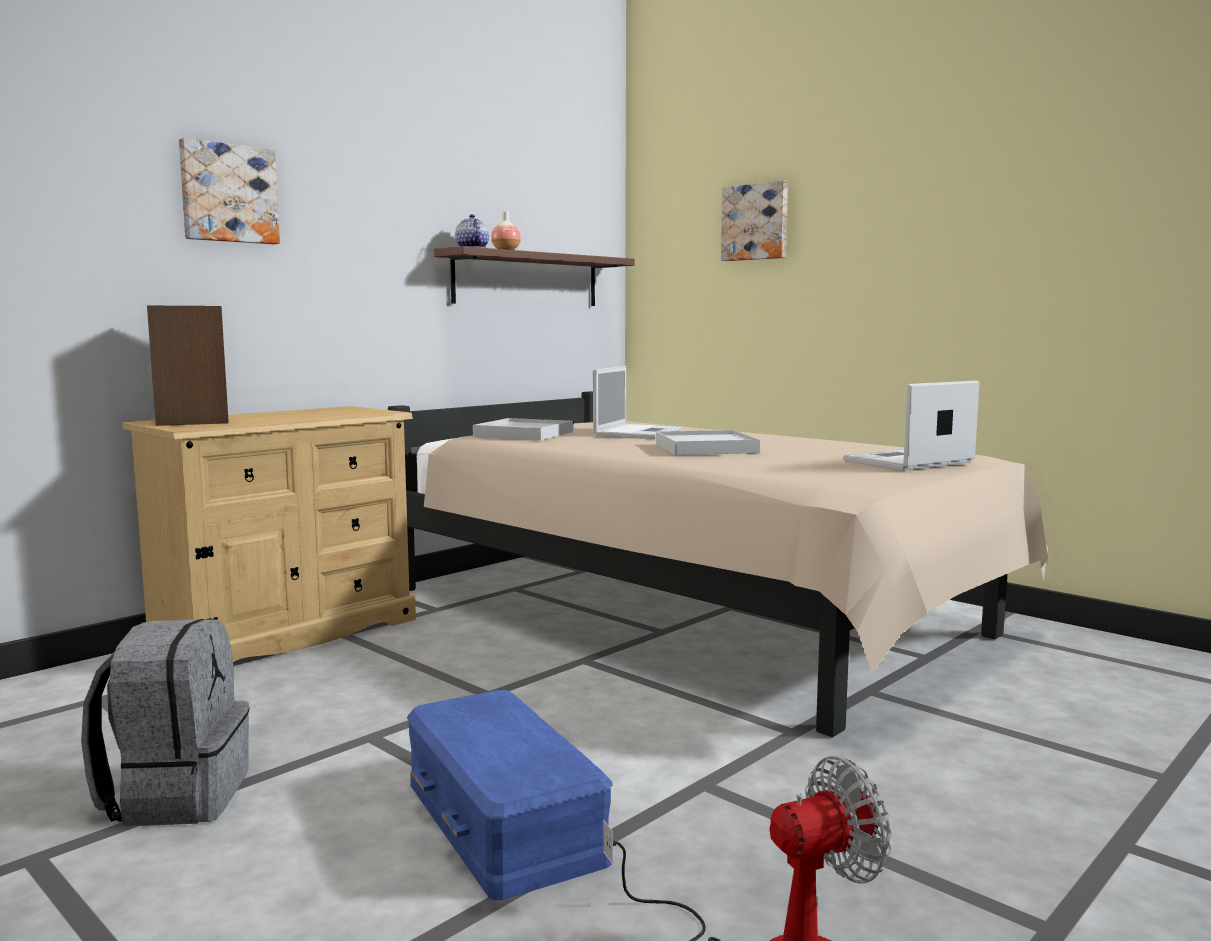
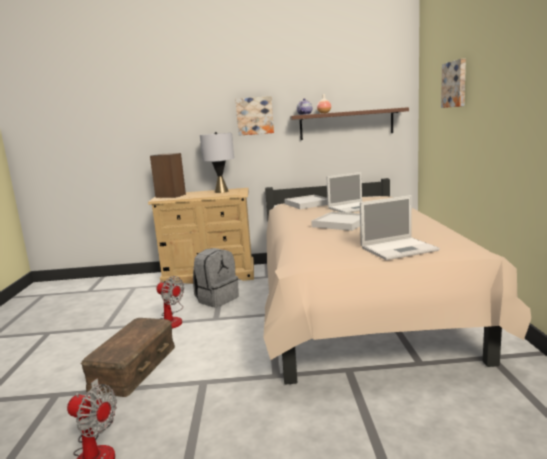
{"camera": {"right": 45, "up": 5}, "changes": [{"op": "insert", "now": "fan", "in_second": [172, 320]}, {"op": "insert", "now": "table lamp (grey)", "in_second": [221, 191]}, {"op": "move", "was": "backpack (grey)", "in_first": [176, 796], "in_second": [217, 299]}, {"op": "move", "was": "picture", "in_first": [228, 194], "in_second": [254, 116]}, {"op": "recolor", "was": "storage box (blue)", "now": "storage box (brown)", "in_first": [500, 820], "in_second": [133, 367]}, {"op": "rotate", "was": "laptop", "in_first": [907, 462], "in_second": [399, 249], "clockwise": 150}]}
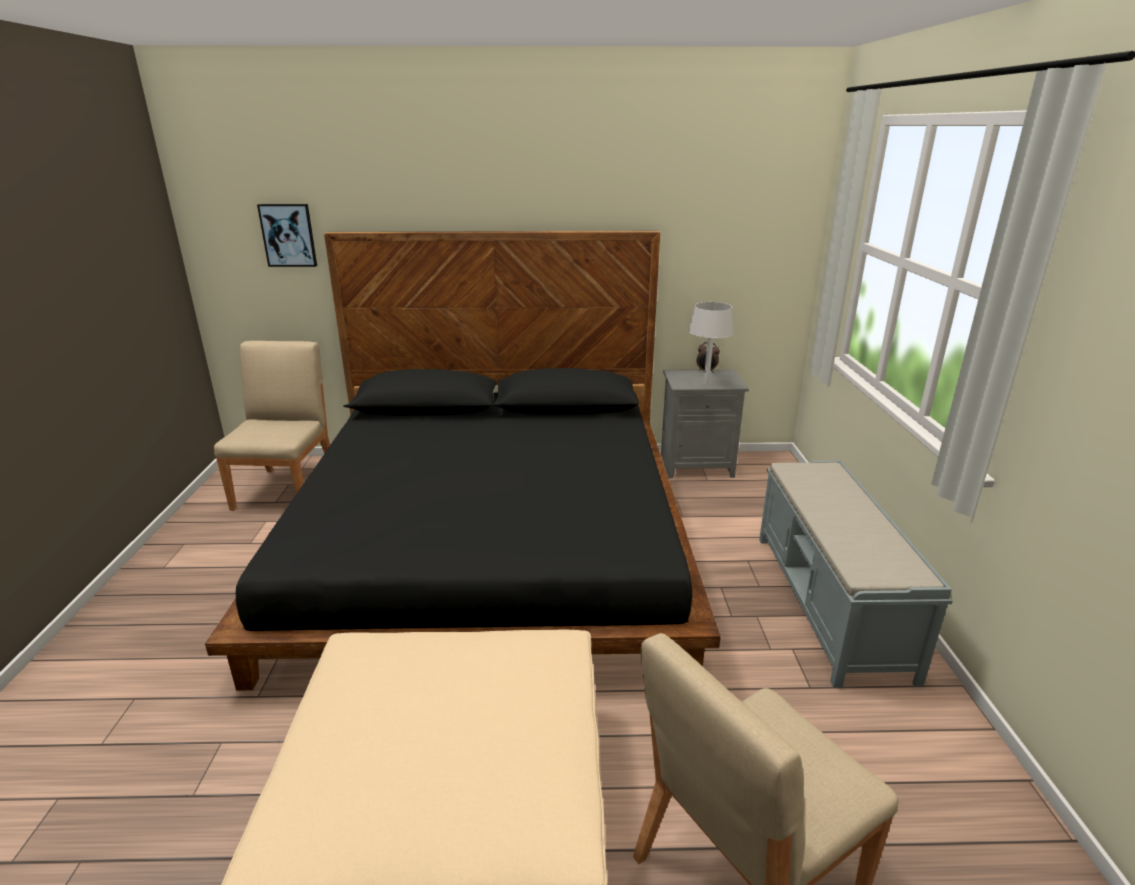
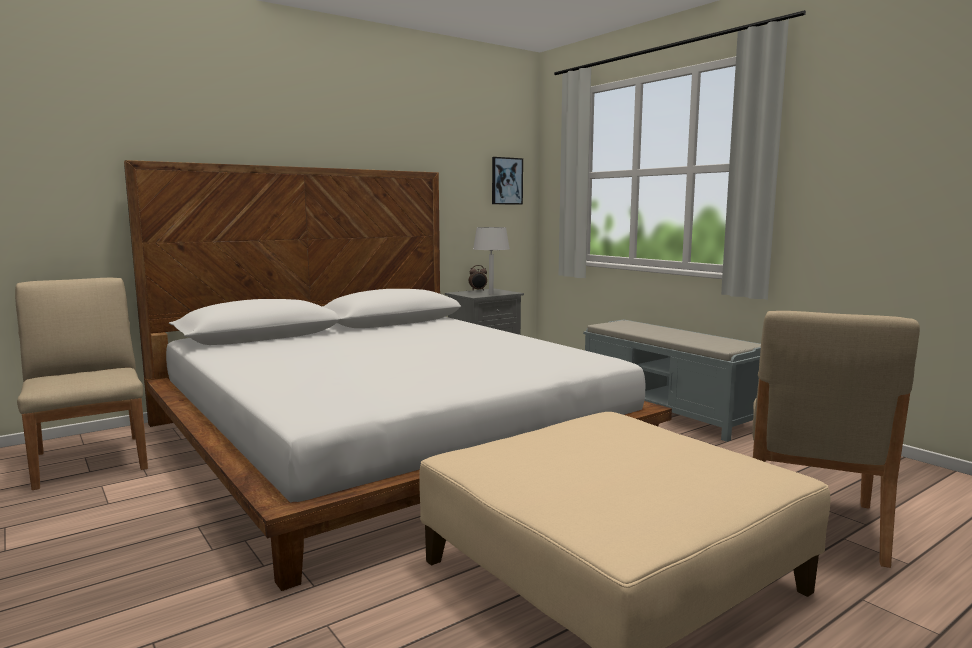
{"camera": {"right": -35, "up": -15}, "changes": [{"op": "move", "was": "picture", "in_first": [288, 235], "in_second": [506, 181]}, {"op": "recolor", "was": "bed (black)", "now": "bed (white)", "in_first": [491, 543], "in_second": [387, 441]}]}
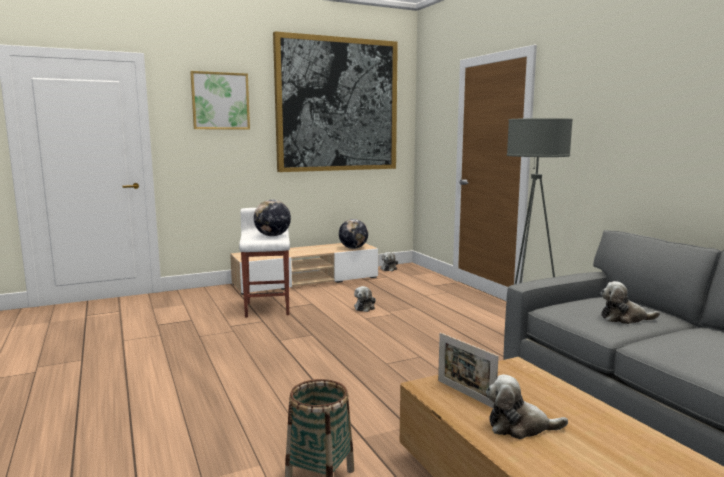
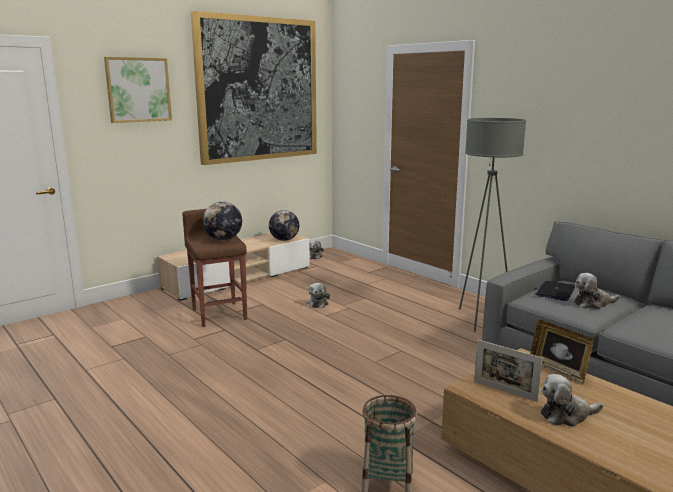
{"camera": {"right": -15, "up": 5}, "changes": [{"op": "insert", "now": "picture frame", "in_second": [558, 371]}, {"op": "insert", "now": "laptop", "in_second": [555, 292]}, {"op": "recolor", "was": "stool (white)", "now": "stool (brown)", "in_first": [267, 308], "in_second": [219, 314]}]}
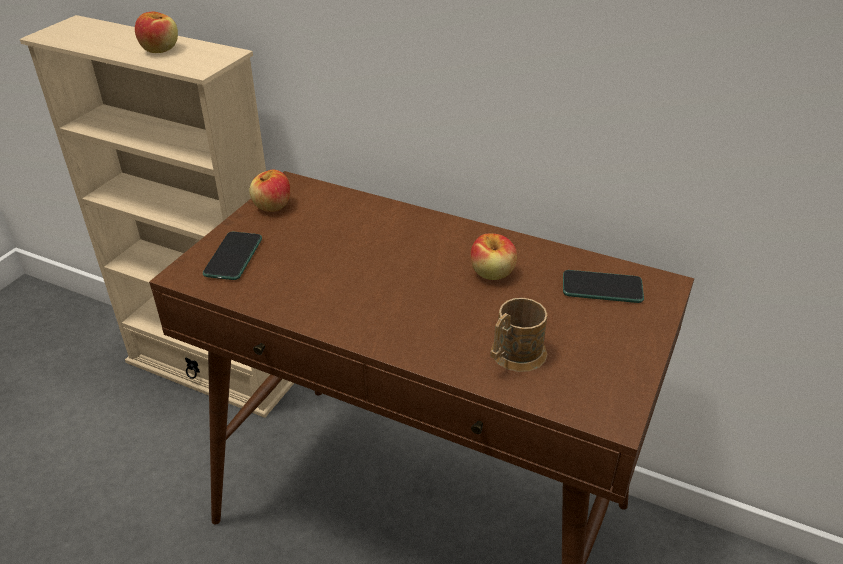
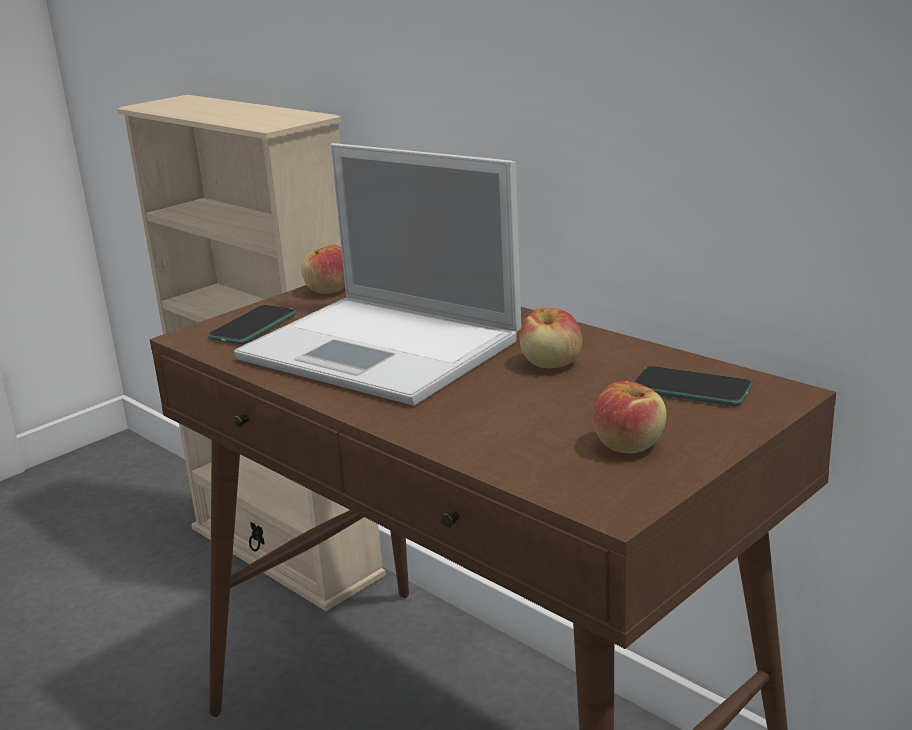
{"camera": {"right": 20, "up": -15}, "changes": [{"op": "delete", "was": "mug (brown)", "in_first": [513, 356]}, {"op": "insert", "now": "laptop", "in_second": [384, 350]}, {"op": "move", "was": "apple", "in_first": [160, 49], "in_second": [629, 444]}]}
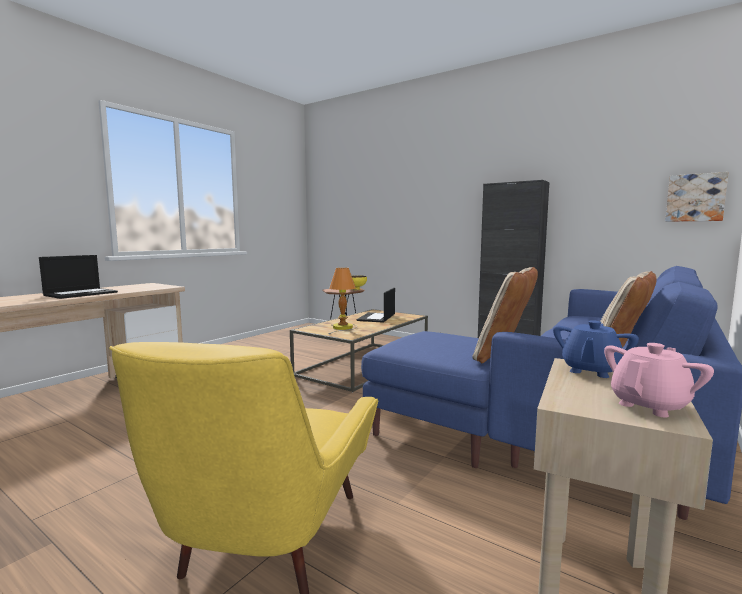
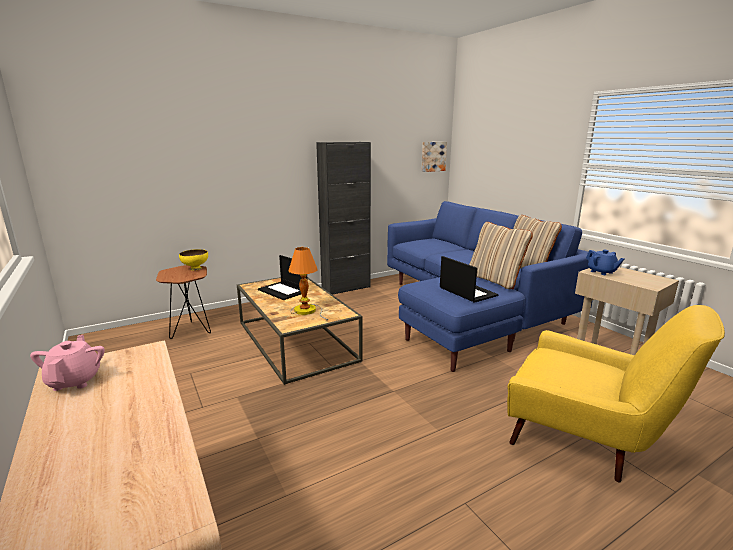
{"camera": {"right": -65, "up": 10}, "changes": [{"op": "move", "was": "laptop", "in_first": [81, 293], "in_second": [467, 292]}, {"op": "move", "was": "teapot (pink)", "in_first": [650, 405], "in_second": [75, 381]}]}
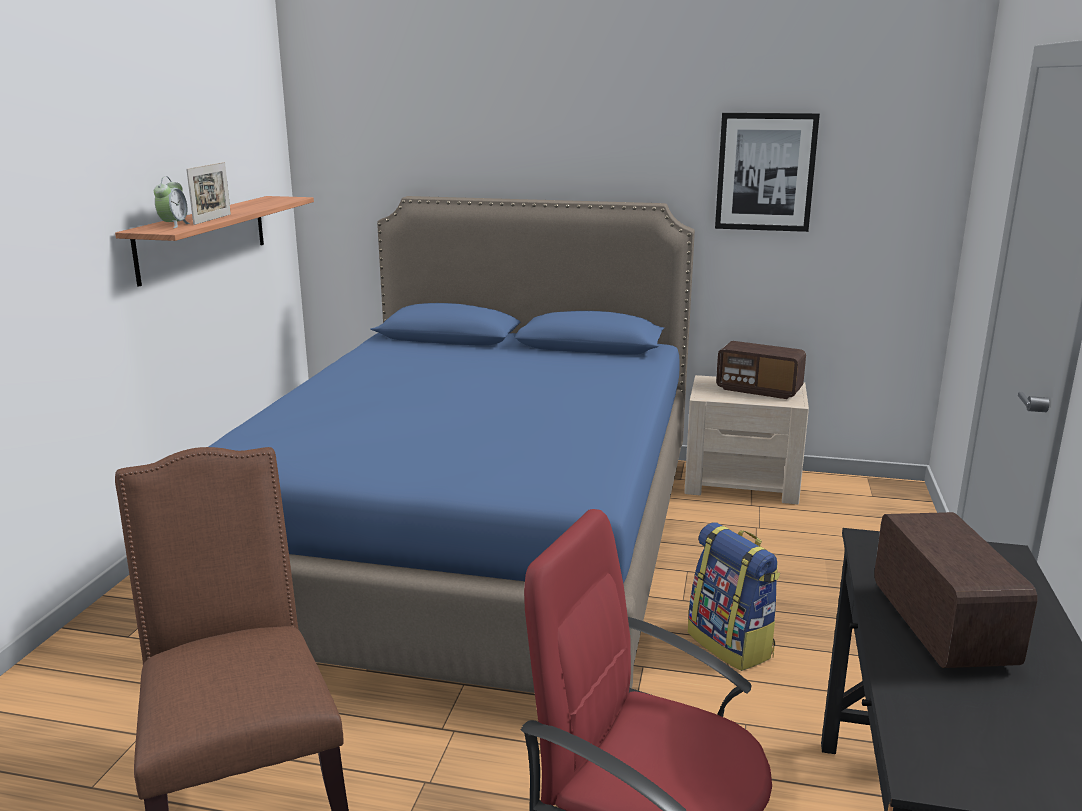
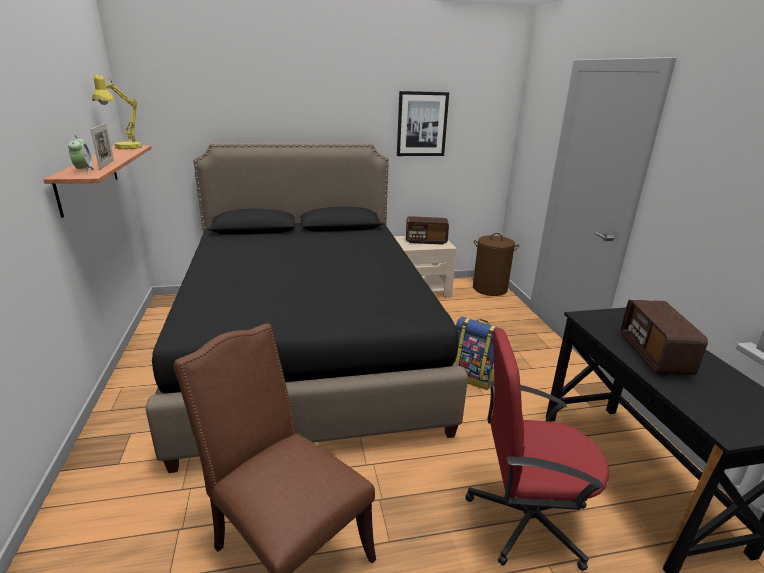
{"camera": {"right": -25, "up": 5}, "changes": [{"op": "insert", "now": "table lamp (yellow)", "in_second": [124, 148]}, {"op": "insert", "now": "laundry basket (brown)", "in_second": [490, 288]}, {"op": "recolor", "was": "bed (blue)", "now": "bed (black)", "in_first": [476, 542], "in_second": [307, 349]}, {"op": "rotate", "was": "radio", "in_first": [940, 627], "in_second": [653, 355], "clockwise": -150}]}
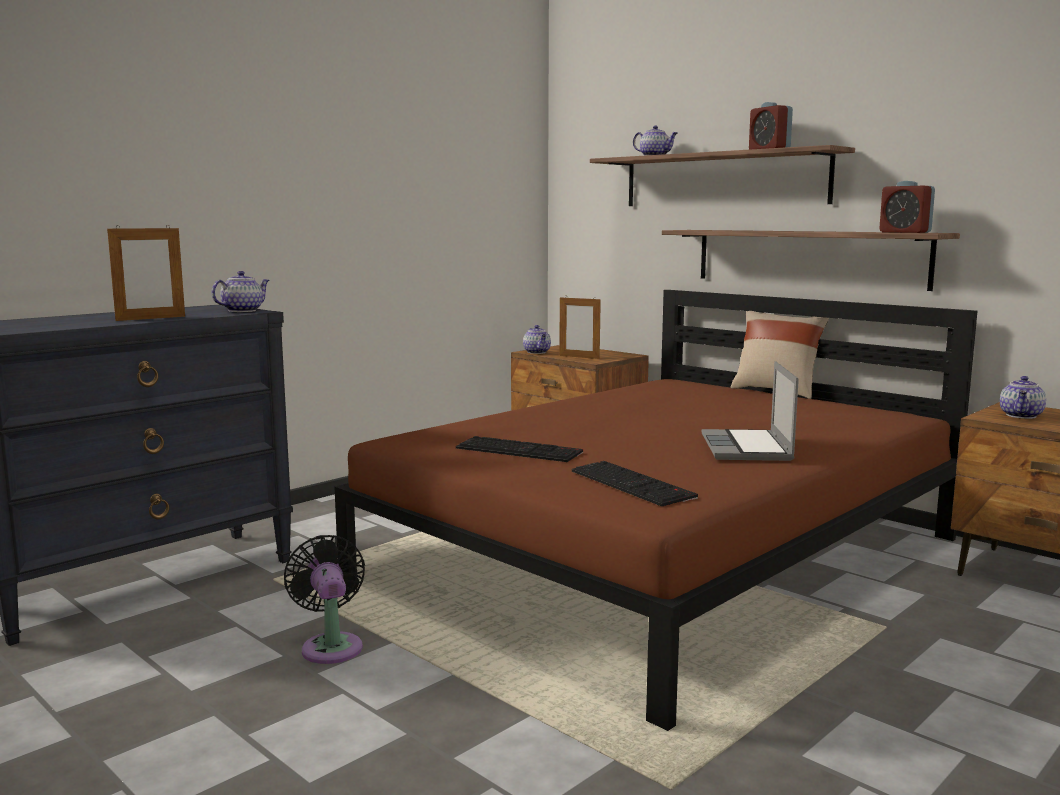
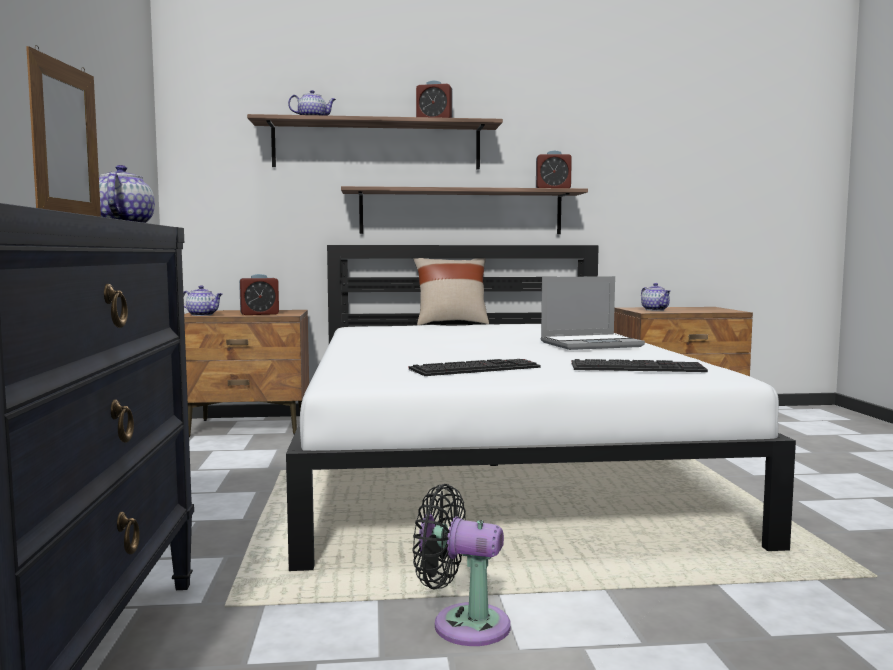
{"camera": {"right": -50, "up": -5}, "changes": [{"op": "replace", "was": "picture frame", "now": "alarm clock", "in_first": [579, 357], "in_second": [259, 314]}, {"op": "recolor", "was": "bed (brown)", "now": "bed (white)", "in_first": [666, 557], "in_second": [494, 464]}, {"op": "rotate", "was": "laptop", "in_first": [748, 448], "in_second": [591, 344], "clockwise": -60}]}
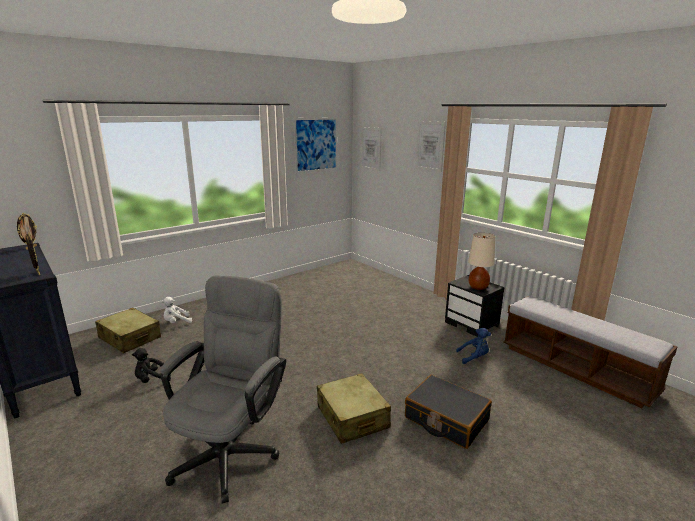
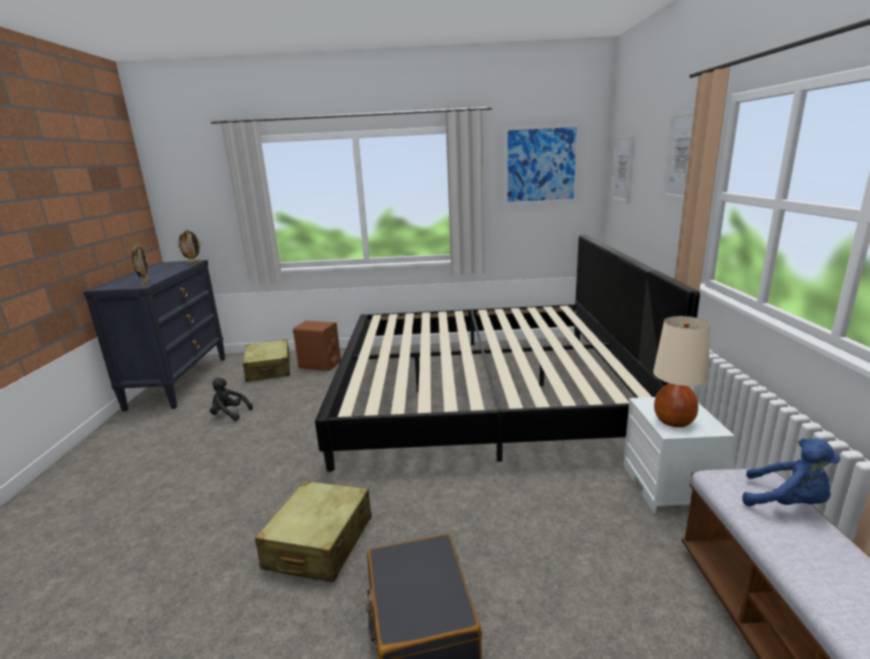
{"camera": {"right": 40, "up": 0}, "changes": [{"op": "delete", "was": "office chair (grey)", "in_first": [231, 449]}, {"op": "insert", "now": "bed", "in_second": [483, 391]}, {"op": "move", "was": "plush toy (blue)", "in_first": [474, 357], "in_second": [787, 502]}, {"op": "replace", "was": "plush toy (white)", "now": "speaker (brown)", "in_first": [176, 322], "in_second": [319, 365]}, {"op": "recolor", "was": "nightstand (black)", "now": "nightstand (white)", "in_first": [472, 324], "in_second": [670, 487]}]}
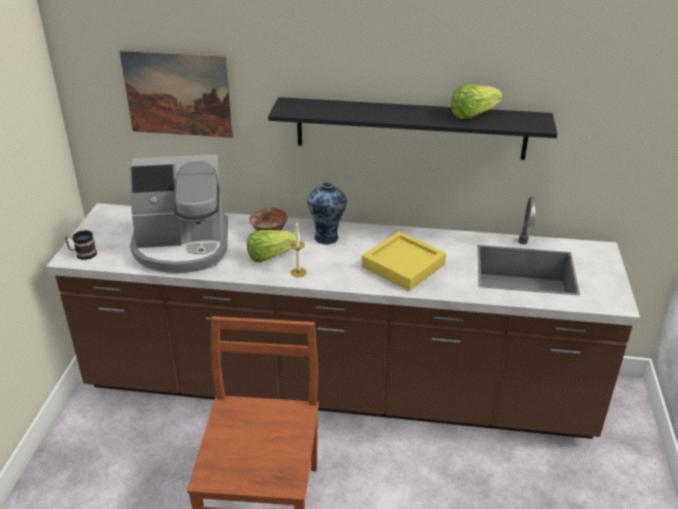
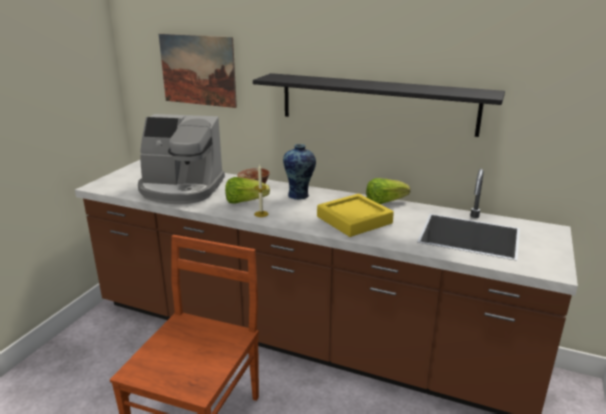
{"camera": {"right": 15, "up": -10}, "changes": [{"op": "delete", "was": "mug", "in_first": [82, 254]}, {"op": "move", "was": "lettuce", "in_first": [472, 115], "in_second": [384, 202]}]}
